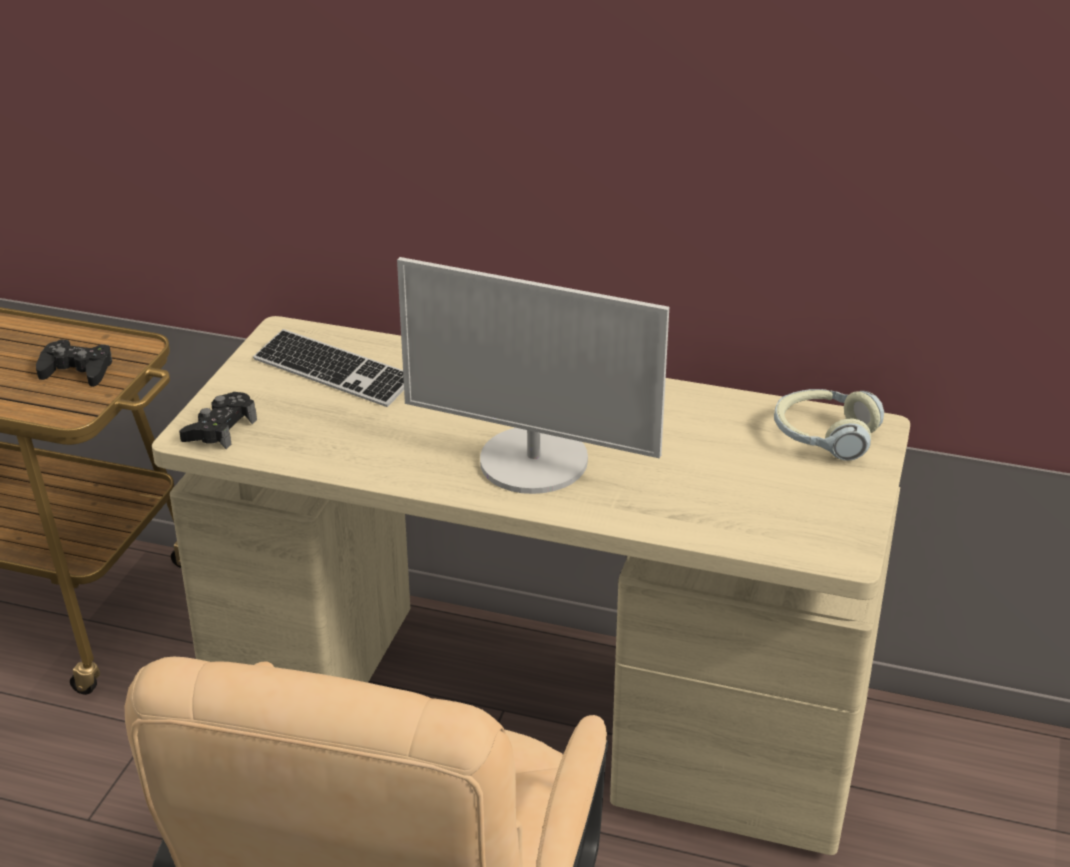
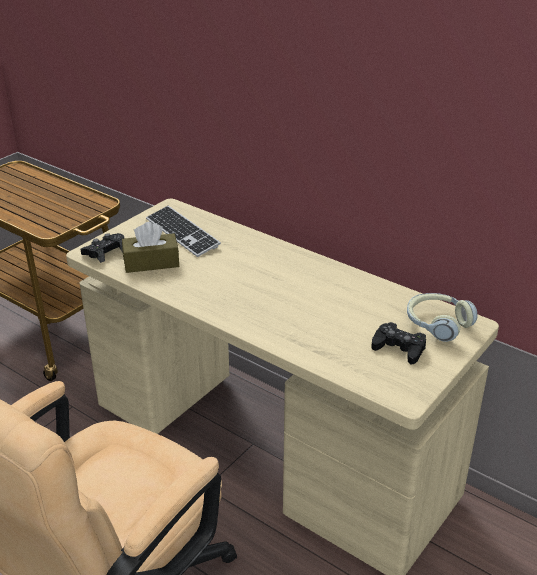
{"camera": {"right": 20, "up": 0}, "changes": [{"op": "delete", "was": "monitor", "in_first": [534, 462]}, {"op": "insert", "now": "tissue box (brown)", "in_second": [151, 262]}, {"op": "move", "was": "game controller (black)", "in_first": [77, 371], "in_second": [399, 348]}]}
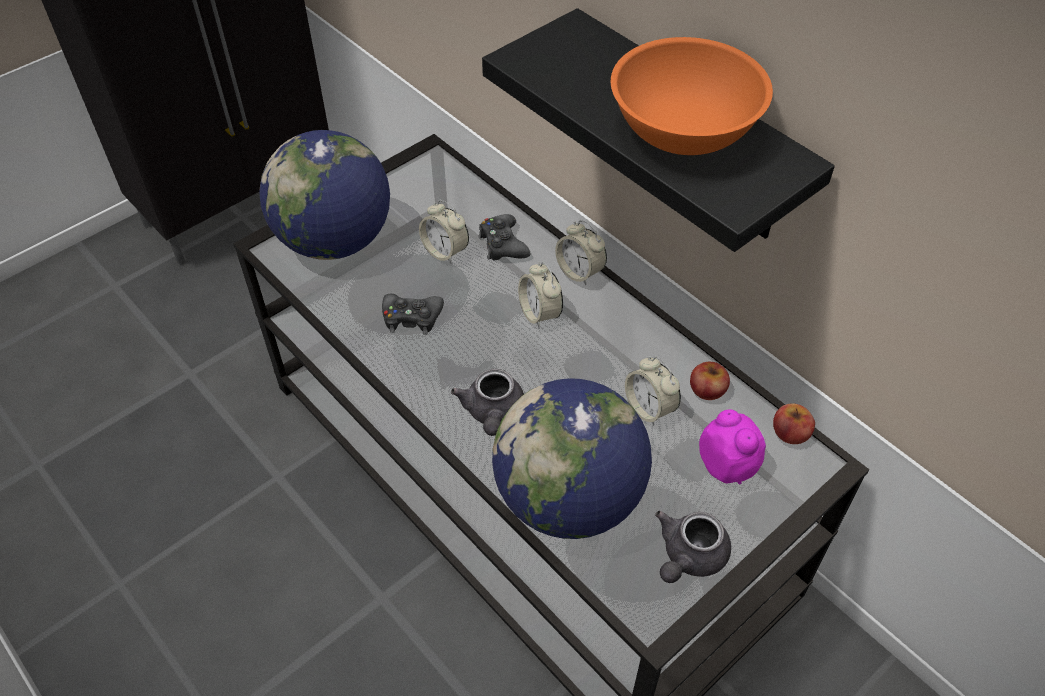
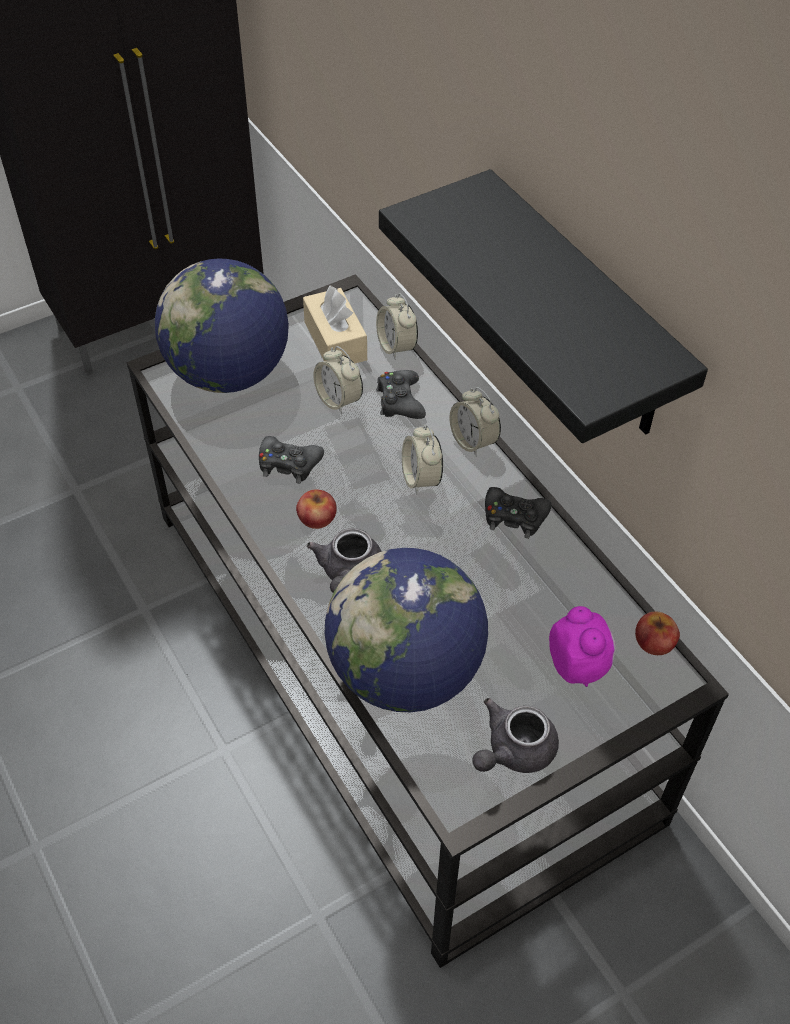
{"camera": {"right": 10, "up": 0}, "changes": [{"op": "delete", "was": "bowl (orange)", "in_first": [683, 130]}, {"op": "insert", "now": "tissue box (beige)", "in_second": [335, 341]}, {"op": "insert", "now": "game controller (black)", "in_second": [514, 517]}, {"op": "move", "was": "alarm clock", "in_first": [649, 408], "in_second": [396, 347]}, {"op": "move", "was": "apple", "in_first": [707, 389], "in_second": [317, 518]}]}
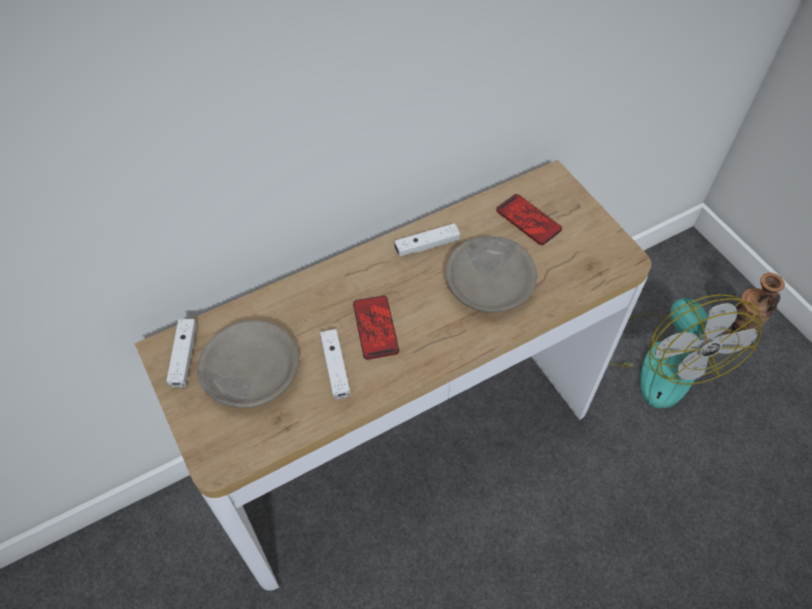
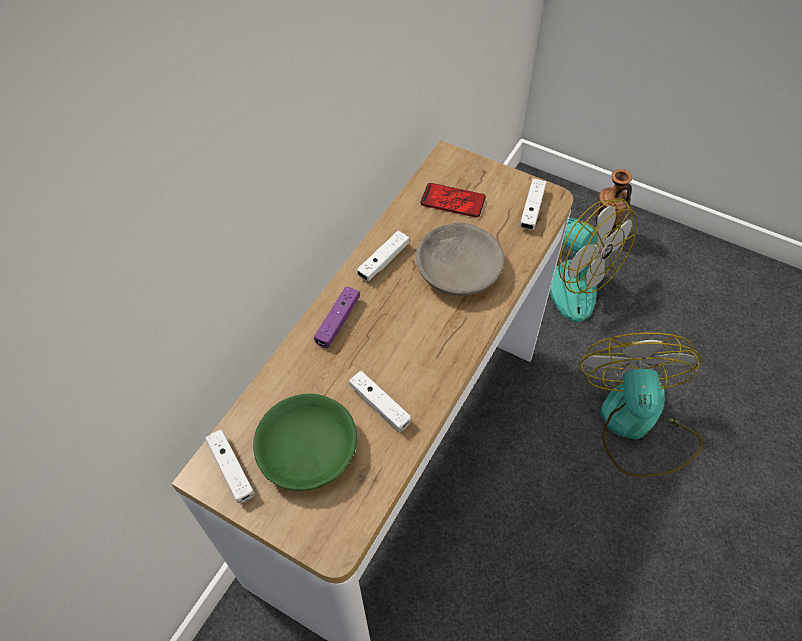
{"camera": {"right": -30, "up": 0}, "changes": [{"op": "delete", "was": "phone", "in_first": [375, 328]}, {"op": "insert", "now": "game controller (purple)", "in_second": [338, 321]}, {"op": "insert", "now": "game controller (white)", "in_second": [532, 209]}, {"op": "insert", "now": "fan", "in_second": [636, 424]}, {"op": "recolor", "was": "bowl (grey)", "now": "bowl (green)", "in_first": [250, 373], "in_second": [306, 451]}]}
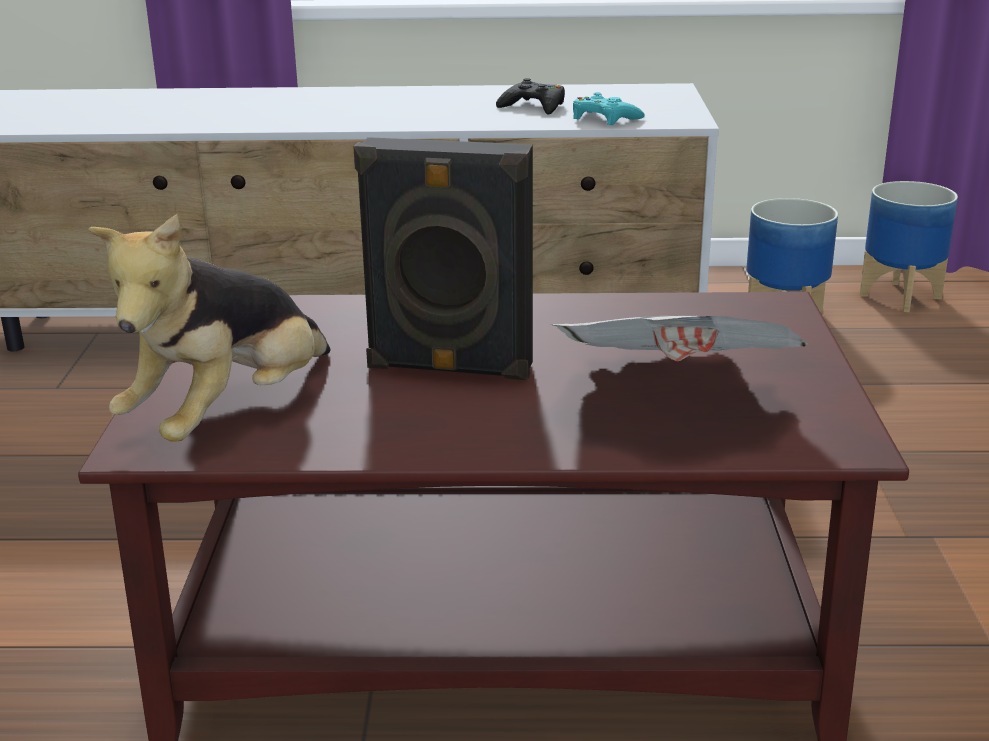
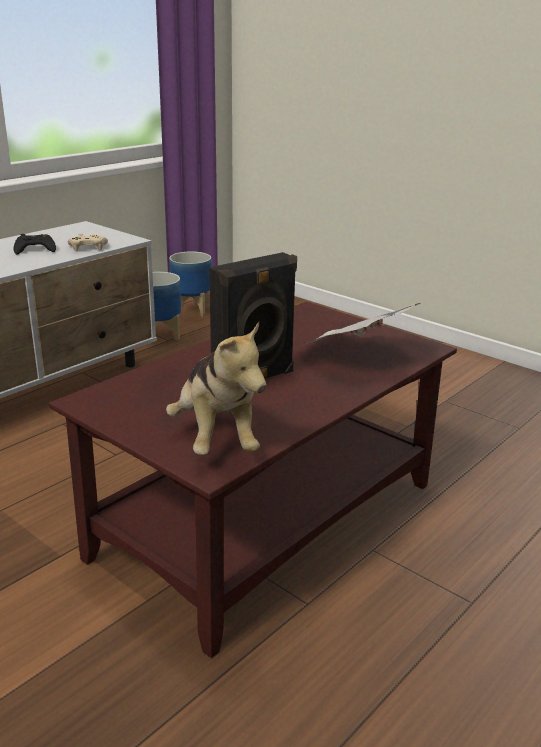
{"camera": {"right": -50, "up": 0}, "changes": [{"op": "recolor", "was": "game controller (turquoise)", "now": "game controller (beige)", "in_first": [604, 118], "in_second": [88, 247]}]}
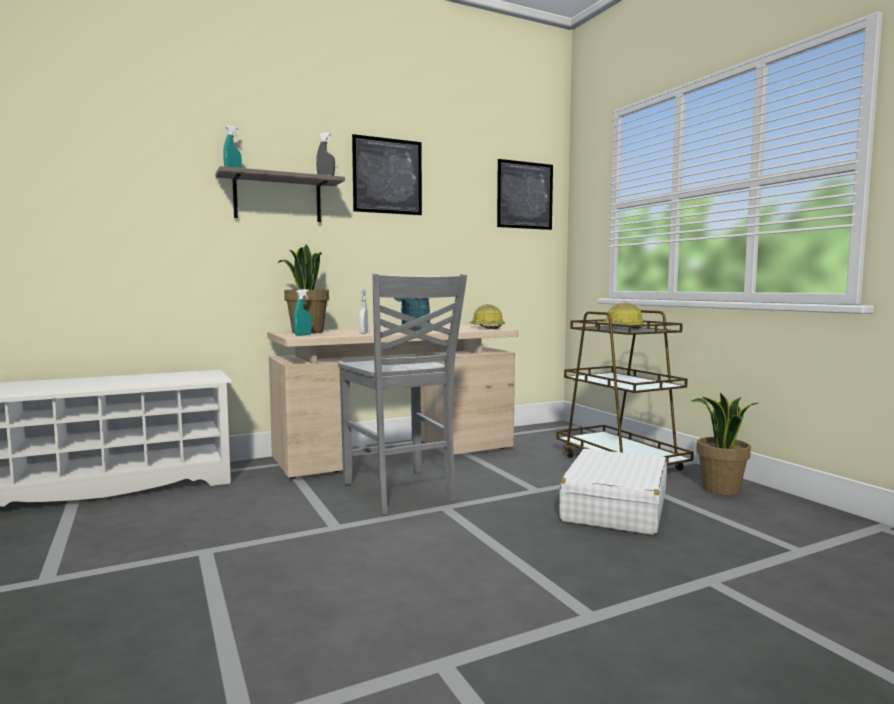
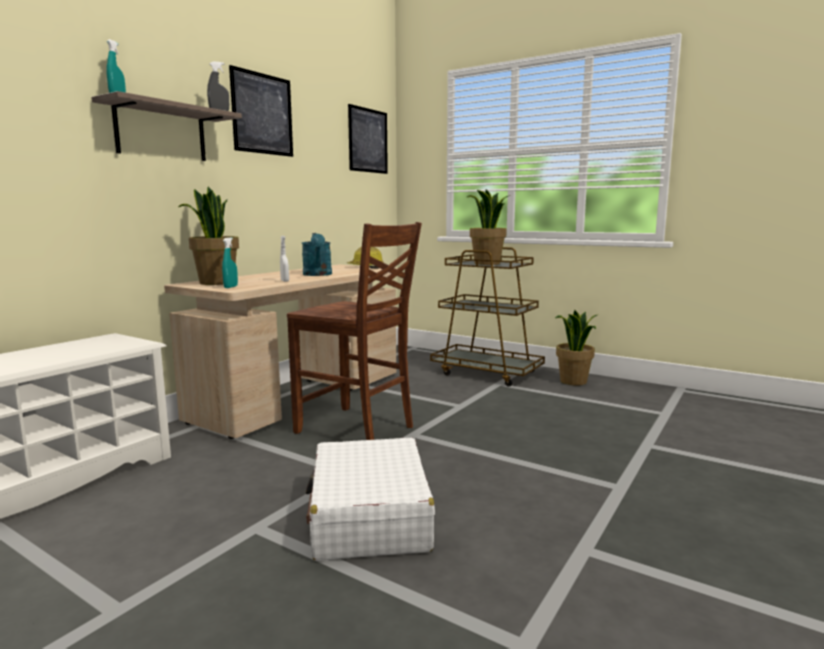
{"camera": {"right": -30, "up": 5}, "changes": [{"op": "move", "was": "suitcase (white)", "in_first": [614, 508], "in_second": [369, 516]}, {"op": "replace", "was": "hard hat", "now": "potted plant", "in_first": [621, 329], "in_second": [487, 263]}, {"op": "recolor", "was": "chair (grey)", "now": "chair (brown)", "in_first": [400, 492], "in_second": [357, 430]}]}
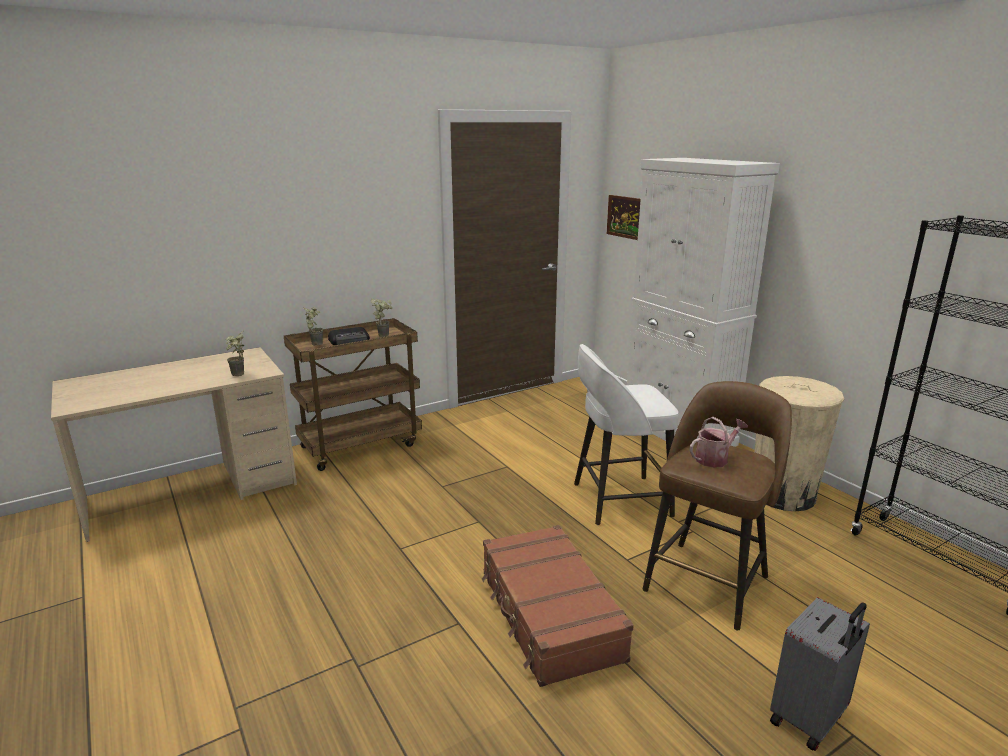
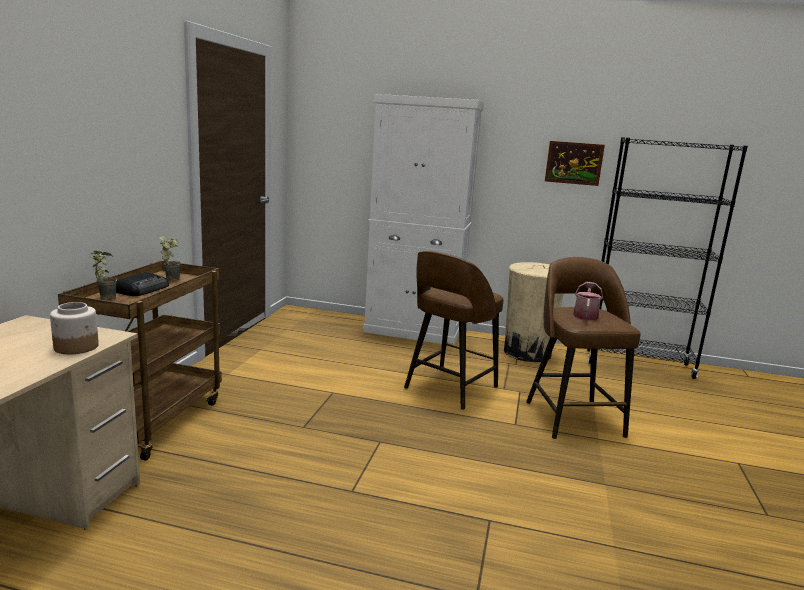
{"camera": {"right": -45, "up": -5}, "changes": [{"op": "delete", "was": "suitcase (brown)", "in_first": [549, 615]}, {"op": "delete", "was": "suitcase (grey)", "in_first": [809, 719]}, {"op": "move", "was": "picture", "in_first": [626, 217], "in_second": [574, 163]}, {"op": "replace", "was": "potted plant", "now": "jar", "in_first": [239, 375], "in_second": [77, 347]}, {"op": "recolor", "was": "stool (white)", "now": "stool (brown)", "in_first": [618, 500], "in_second": [449, 388]}]}
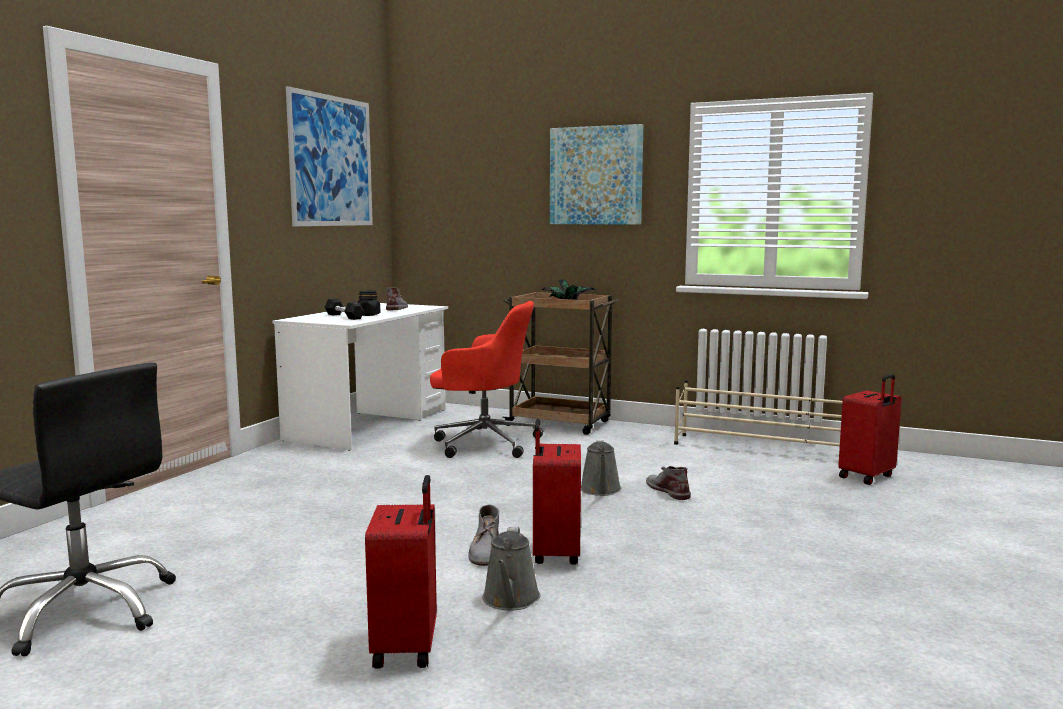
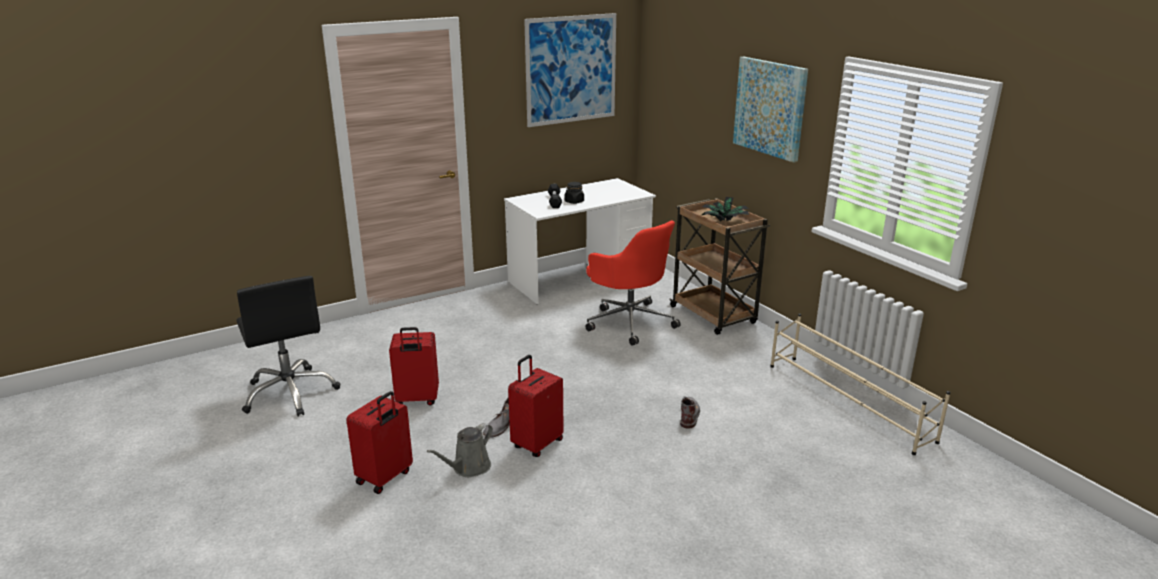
{"camera": {"right": 35, "up": 15}, "changes": [{"op": "delete", "was": "boot (grey)", "in_first": [397, 308]}, {"op": "delete", "was": "watering can (grey)", "in_first": [600, 490]}, {"op": "move", "was": "suitcase (red)", "in_first": [867, 477], "in_second": [417, 400]}]}
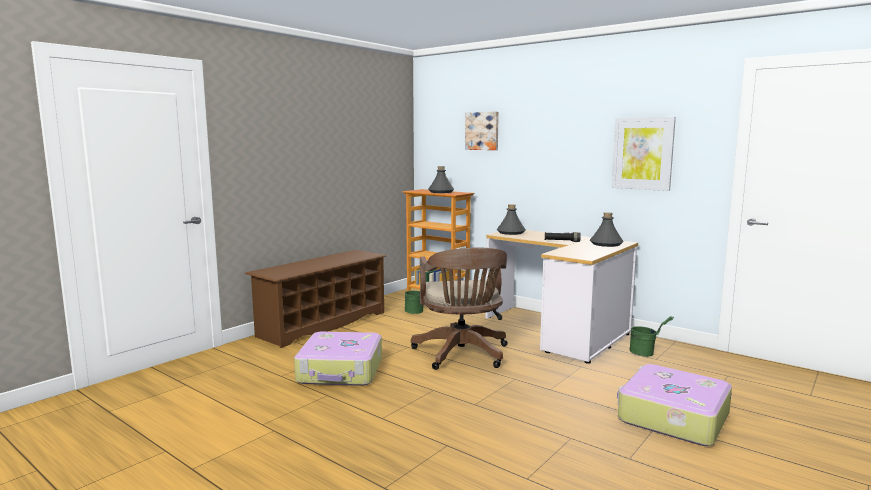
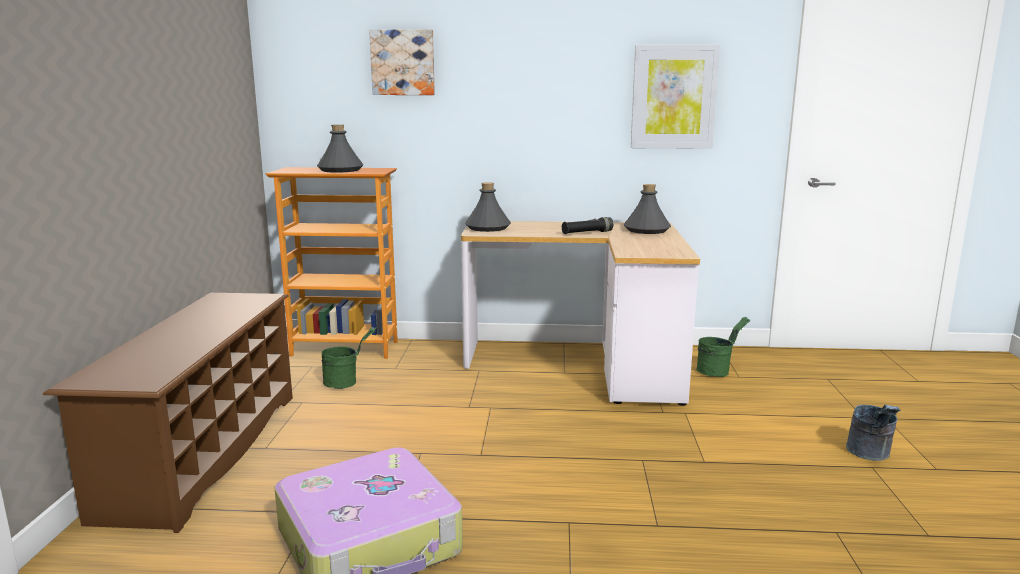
{"camera": {"right": -35, "up": 5}, "changes": [{"op": "delete", "was": "office chair (brown)", "in_first": [462, 355]}, {"op": "replace", "was": "suitcase", "now": "bucket (grey)", "in_first": [671, 417], "in_second": [870, 455]}]}
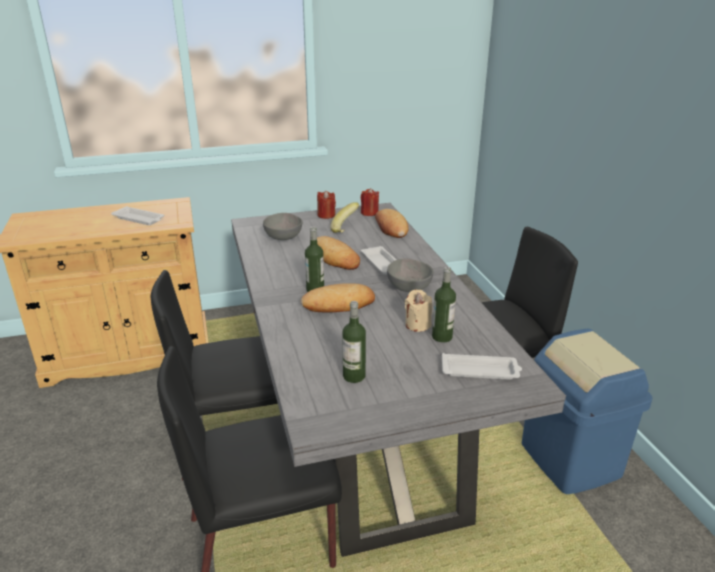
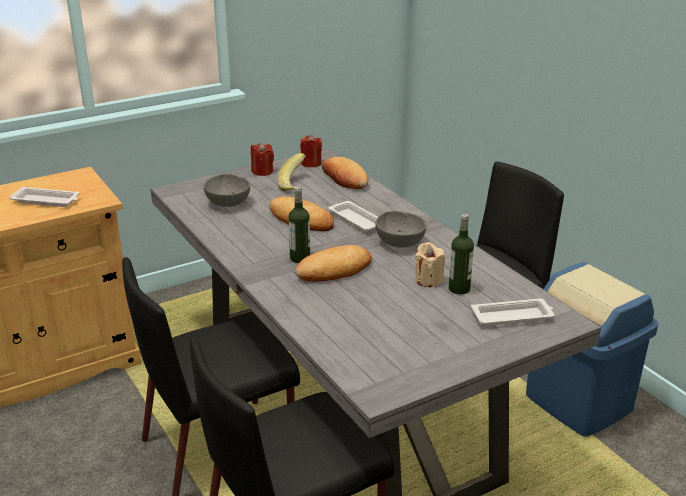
{"camera": {"right": -15, "up": 0}, "changes": [{"op": "delete", "was": "bottle", "in_first": [354, 376]}]}
